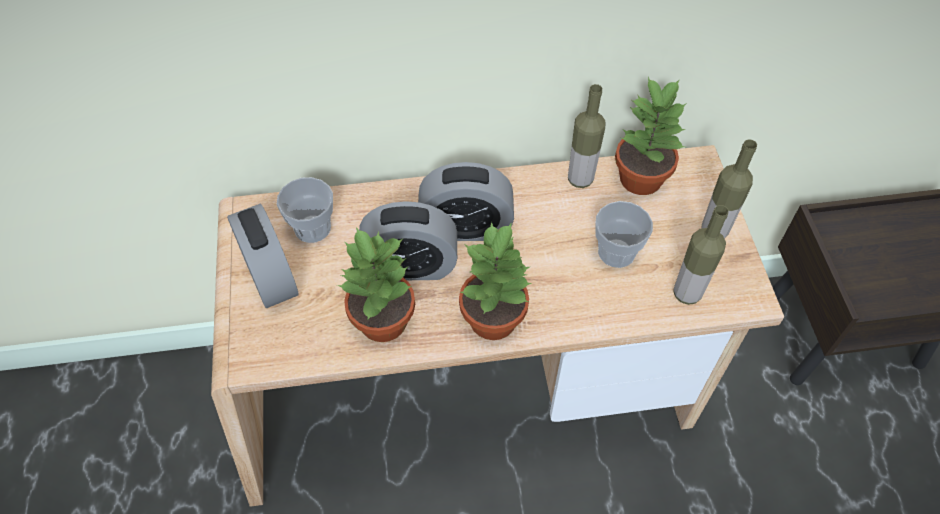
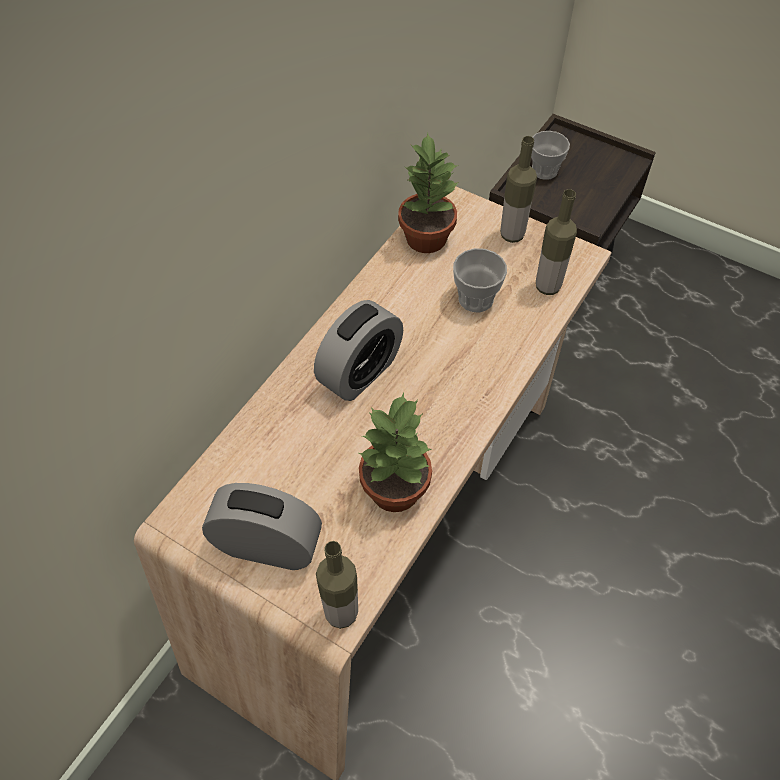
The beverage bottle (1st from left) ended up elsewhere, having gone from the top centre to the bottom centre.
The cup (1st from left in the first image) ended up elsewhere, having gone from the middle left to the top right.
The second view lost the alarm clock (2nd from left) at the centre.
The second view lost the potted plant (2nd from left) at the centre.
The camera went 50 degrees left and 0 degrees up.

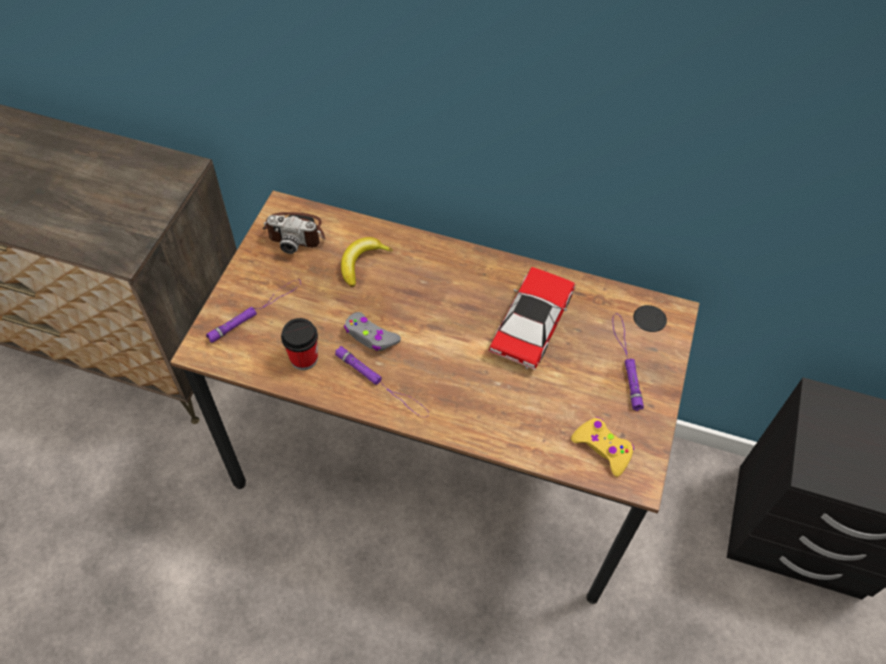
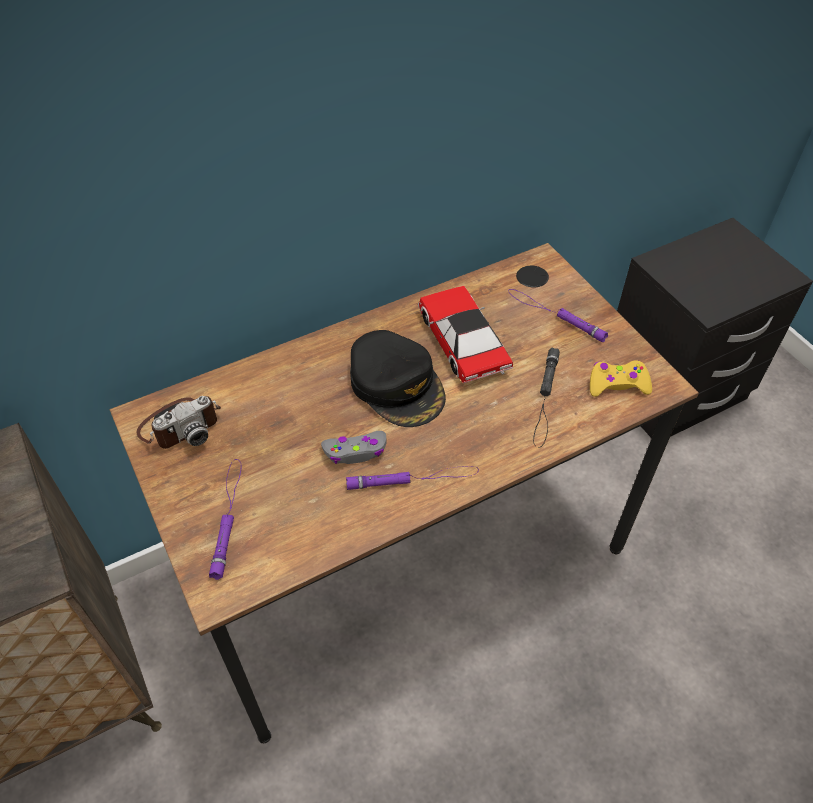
The second view lost the whole banana at the centre.
The second view lost the cup at the centre.
The second view gained the peaked cap (blackish) at the centre.
The second view gained the torch (blackish) at the middle right.
The camera went 45 degrees left and 5 degrees down.

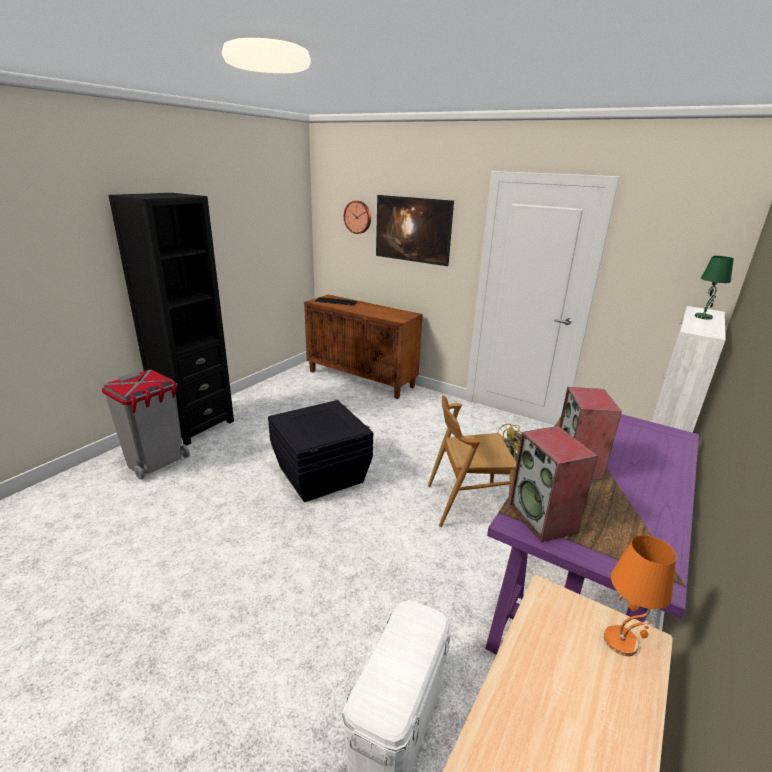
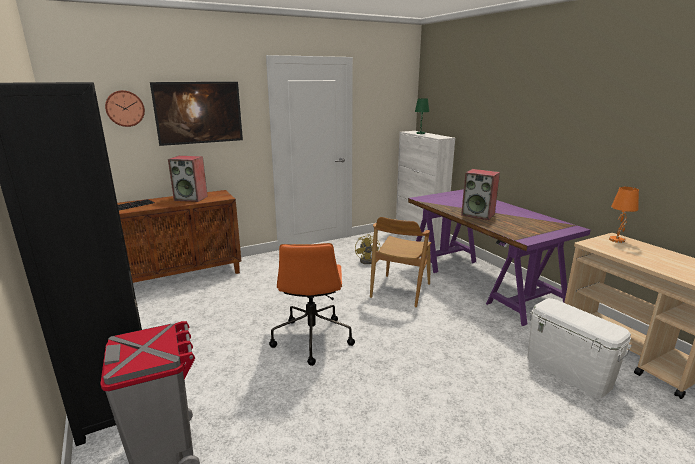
Where the storage bin (blackish) stood at the centre, the desk chair (orange) came to stand at the centre.
The speaker (1st from left) ended up elsewhere, having gone from the middle right to the middle left.
The camera went 60 degrees left and 5 degrees down.

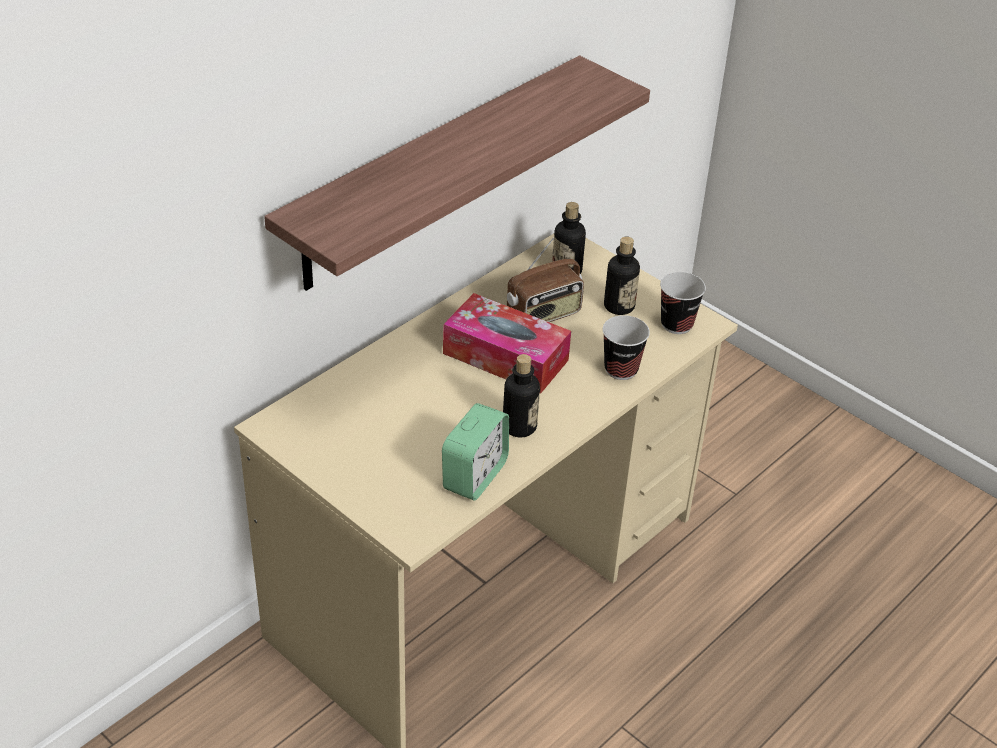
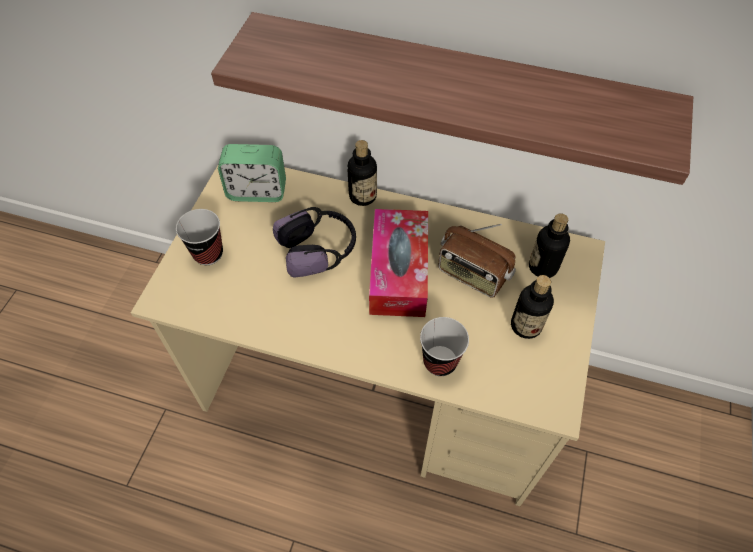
The cup (2nd from left in the first image) ended up elsewhere, having gone from the middle right to the middle left.
The beverage bottle (1st from left) ended up elsewhere, having gone from the centre to the top centre.
The alarm clock ended up elsewhere, having gone from the centre to the top centre.
The second view gained the headset at the centre.
The camera went 65 degrees right and 15 degrees up.

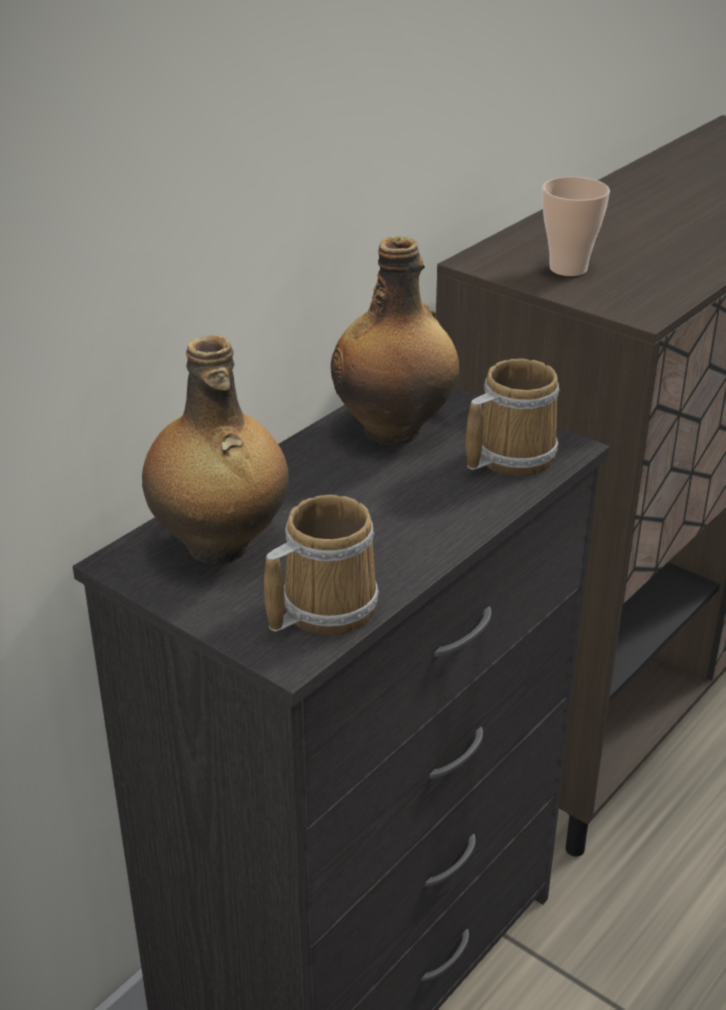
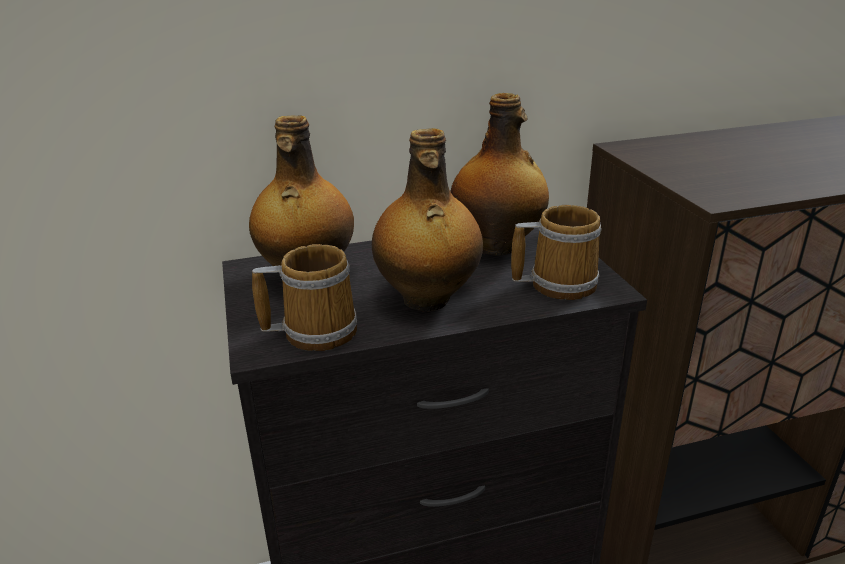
The second view lost the cup at the top right.
The second view gained the beverage bottle (2nd from left) at the centre.
The camera went 35 degrees right and 5 degrees down.

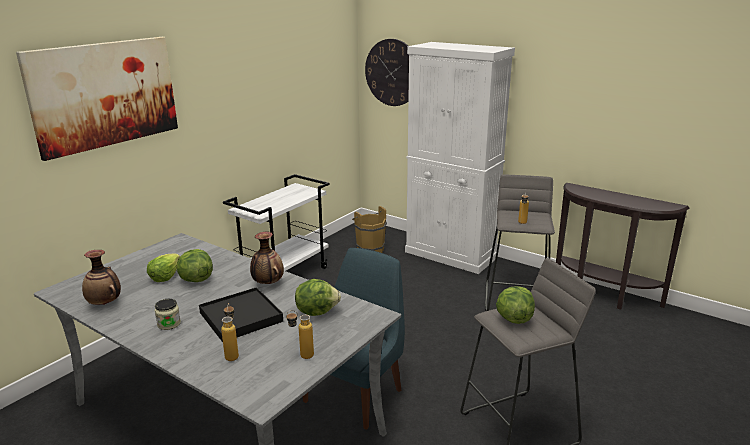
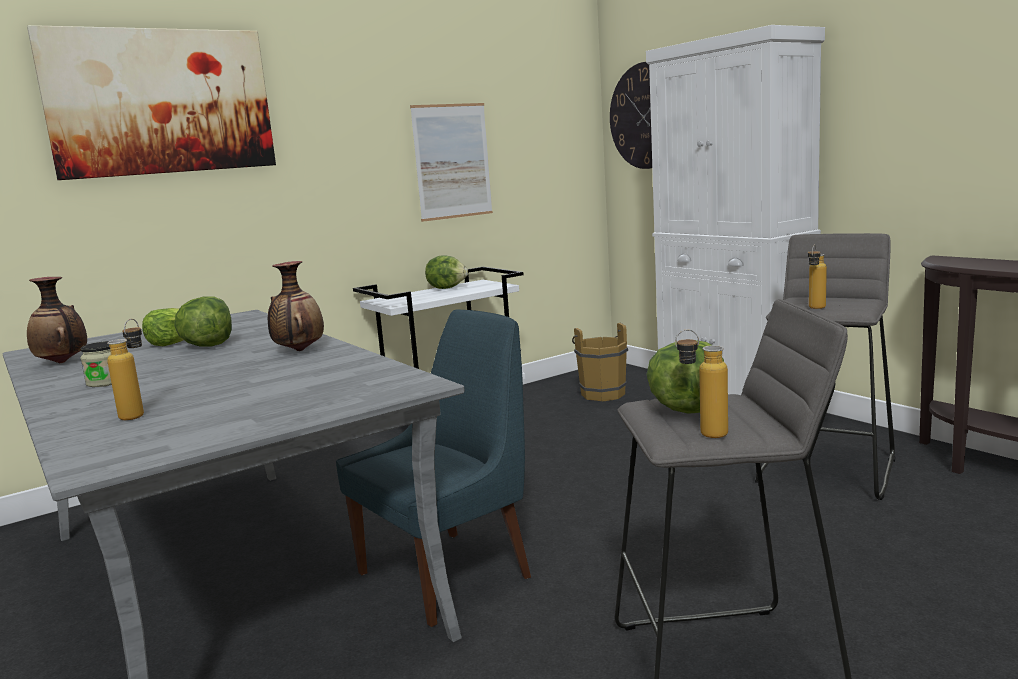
The lettuce head (3rd from left) ended up elsewhere, having gone from the bottom centre to the centre.
The second view lost the serving tray (blackish) at the bottom left.
The beverage bottle (2nd from left) ended up elsewhere, having gone from the bottom centre to the middle right.
The second view gained the wall art (2nd from left) at the top centre.
The camera went 20 degrees right and 10 degrees down.

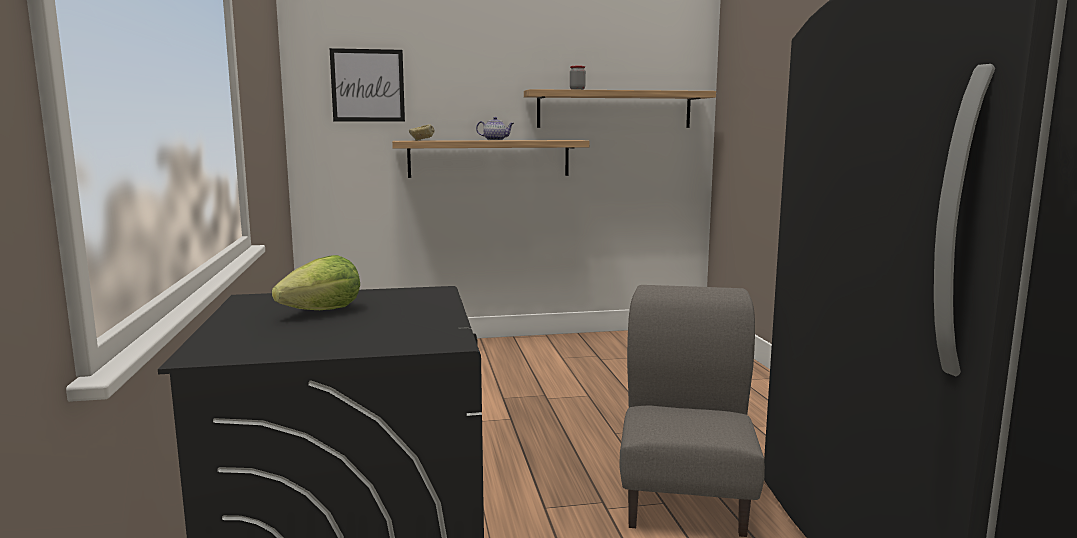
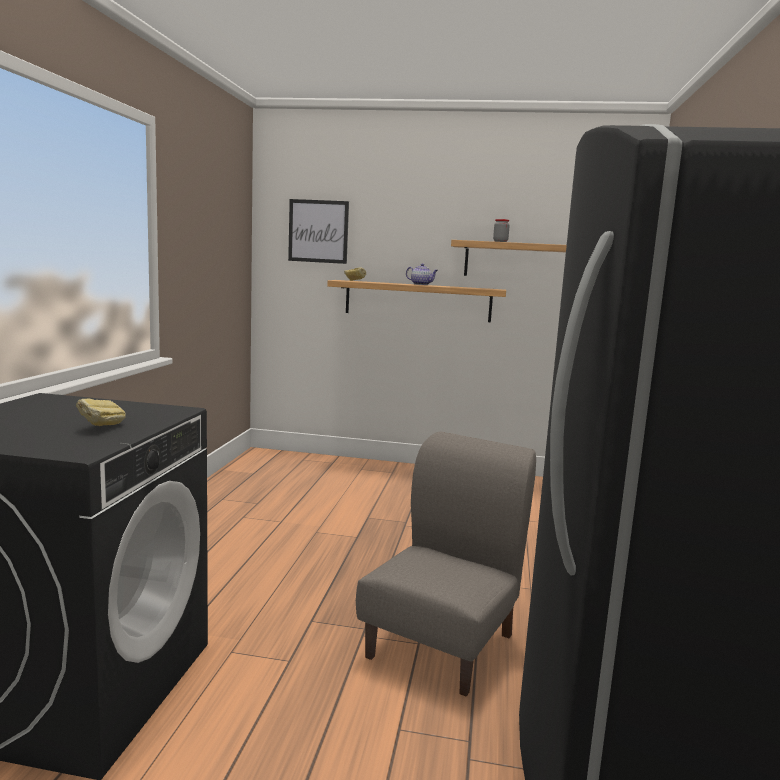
The second view lost the lettuce head at the middle left.
The second view gained the bread (1st from left) at the middle left.
The camera went 20 degrees right and 0 degrees up.

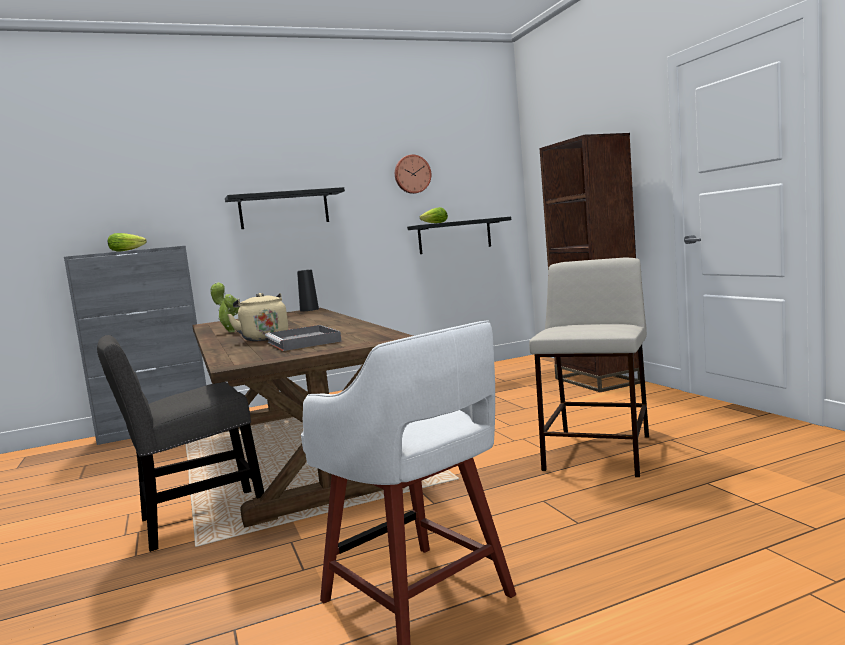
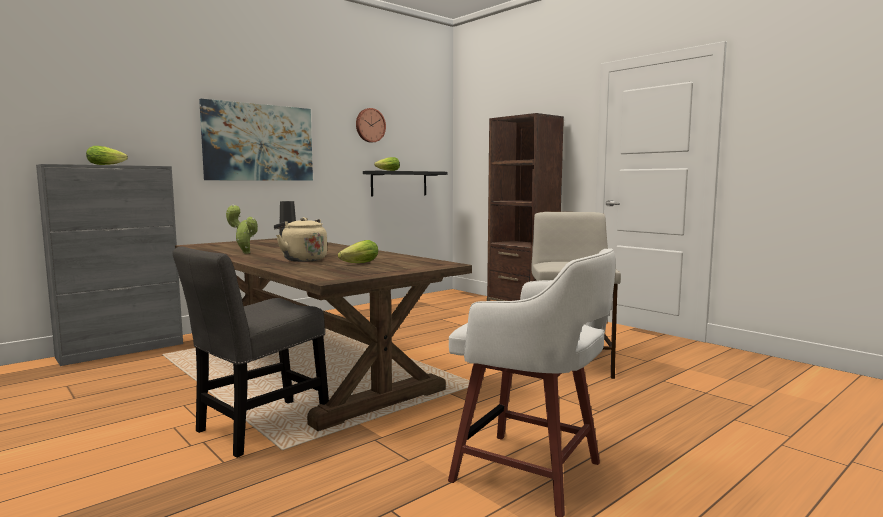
Where the shelf (blackish) (1st from left) hung at the top centre, the wall art came to hang at the top left.
Where the serving tray (grey) stood at the centre, the lettuce head (2nd from left) came to stand at the centre.
The camera went 20 degrees left and 0 degrees up.

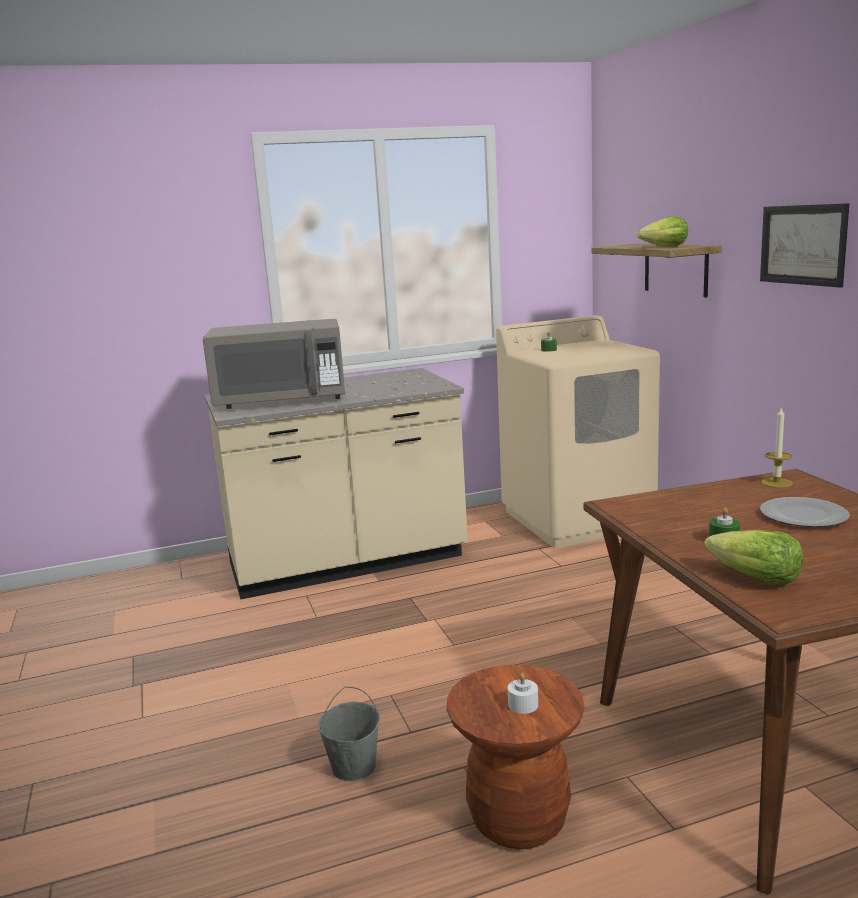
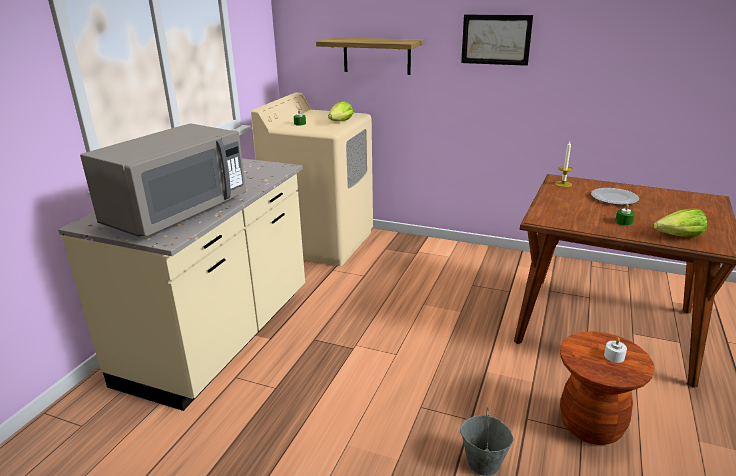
The lettuce head (1st from left) ended up elsewhere, having gone from the top right to the top centre.
The camera went 50 degrees left and 10 degrees up.

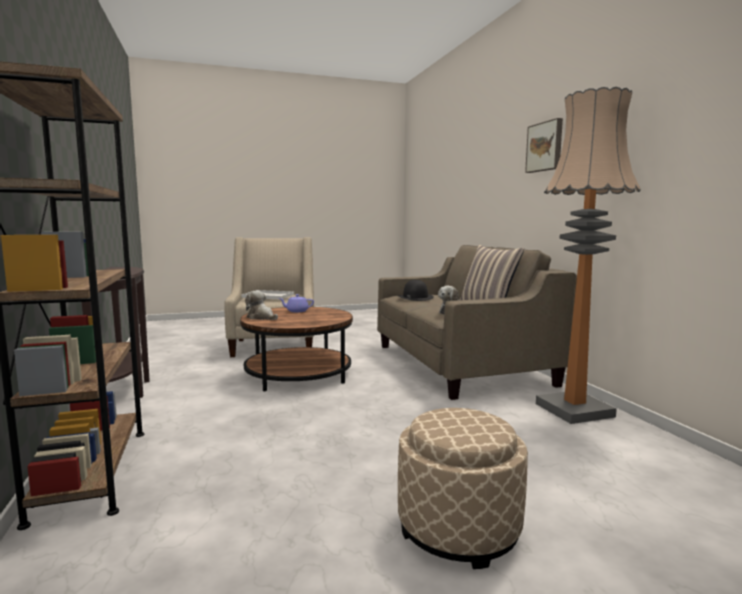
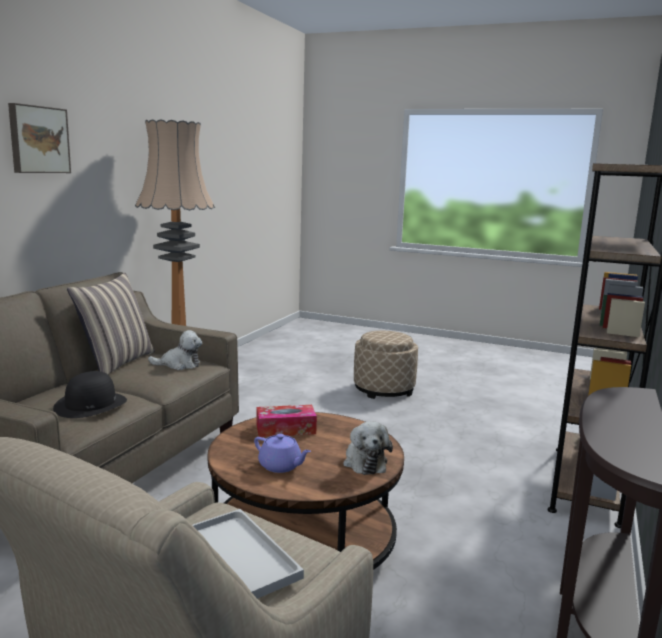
The second view gained the tissue holder at the centre.
The camera went 140 degrees left and 5 degrees up.

